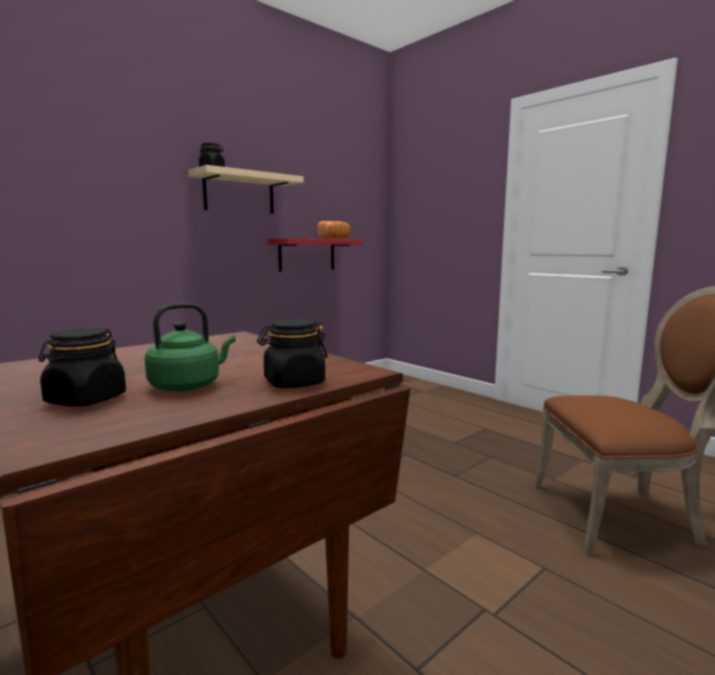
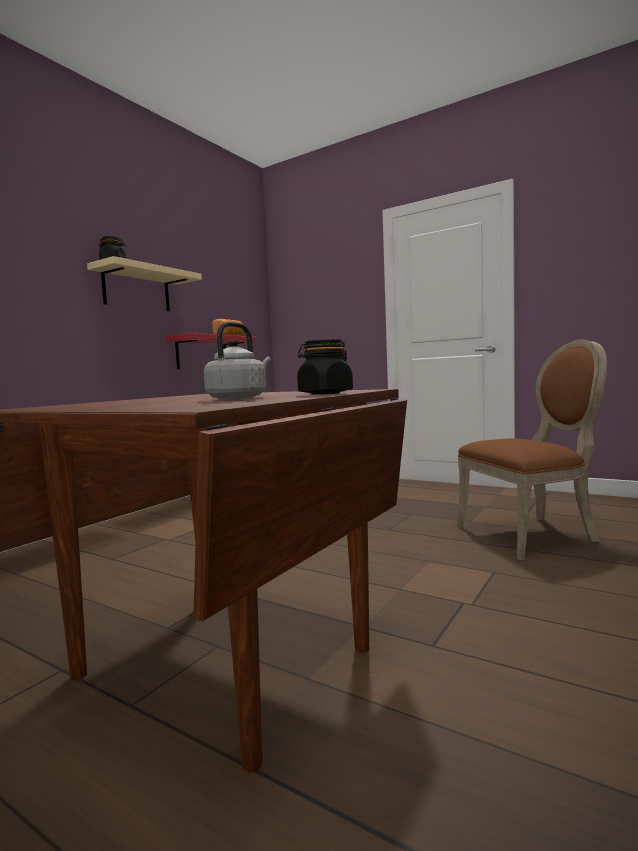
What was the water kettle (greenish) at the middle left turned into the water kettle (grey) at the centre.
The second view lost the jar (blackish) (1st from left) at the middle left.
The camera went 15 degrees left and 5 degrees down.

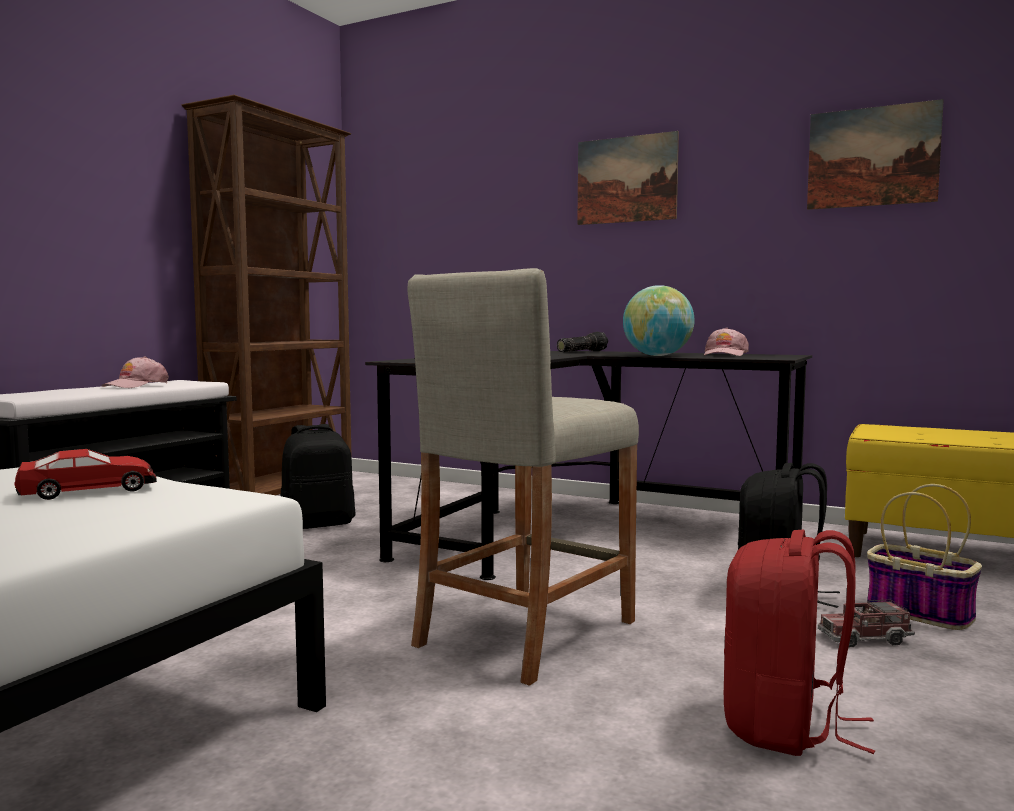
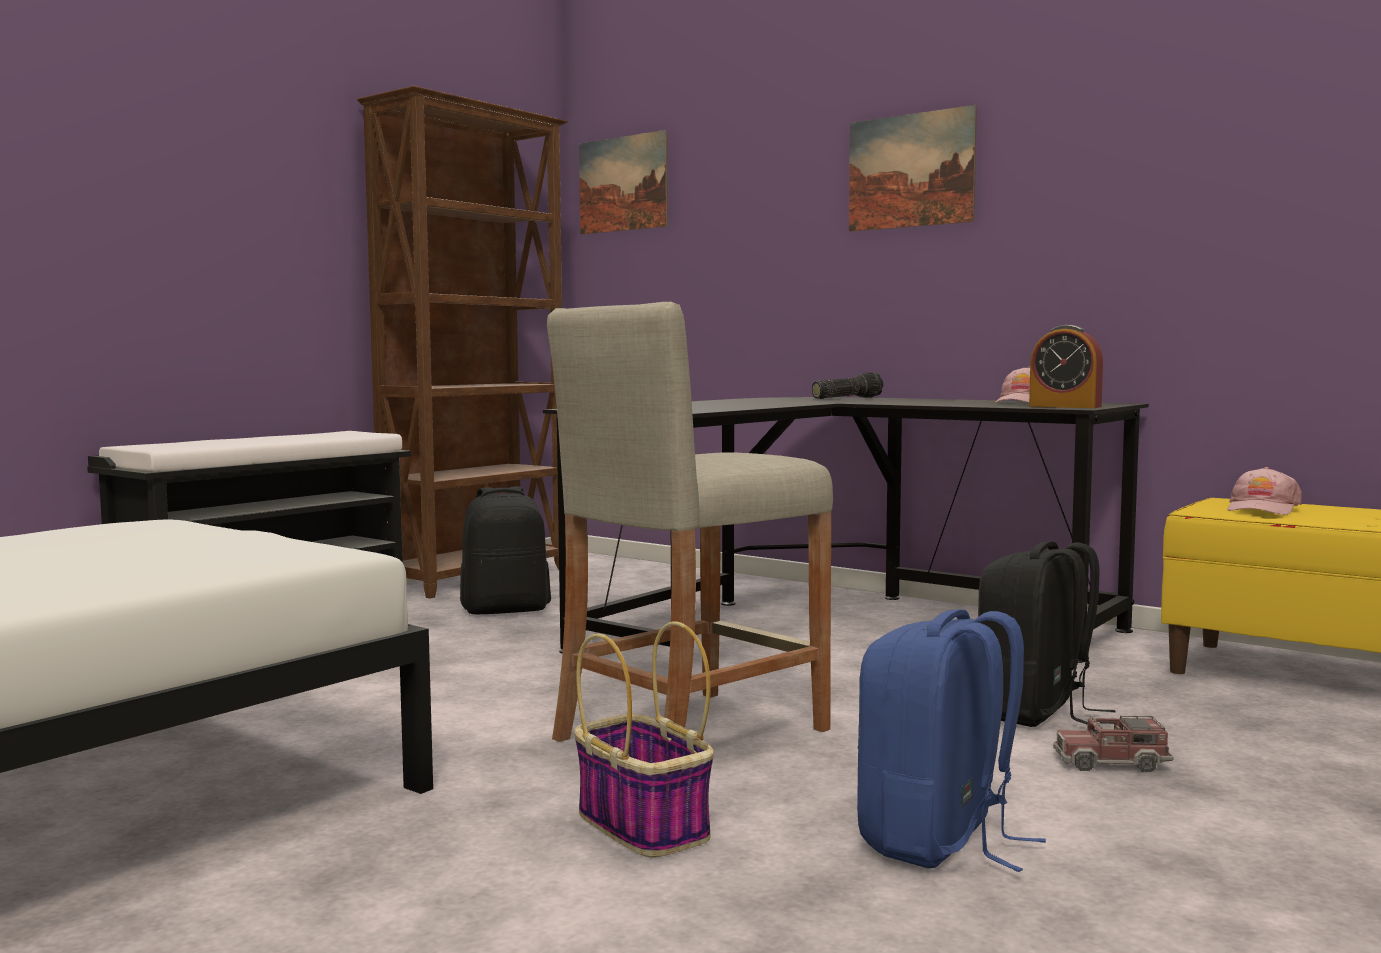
The wall art (2nd from left in the first image) ended up elsewhere, having gone from the top right to the top centre.
The second view lost the world globe at the centre.
The peaked cap (pink-coloured) (1st from left in the first image) ended up elsewhere, having gone from the middle left to the middle right.
The second view lost the model car at the middle left.
The storage basket ended up elsewhere, having gone from the bottom right to the bottom centre.
What was the backpack (reddish) at the bottom right turned into the backpack (bluish) at the bottom right.
The second view gained the alarm clock at the middle right.
The camera went 10 degrees right and 0 degrees up.

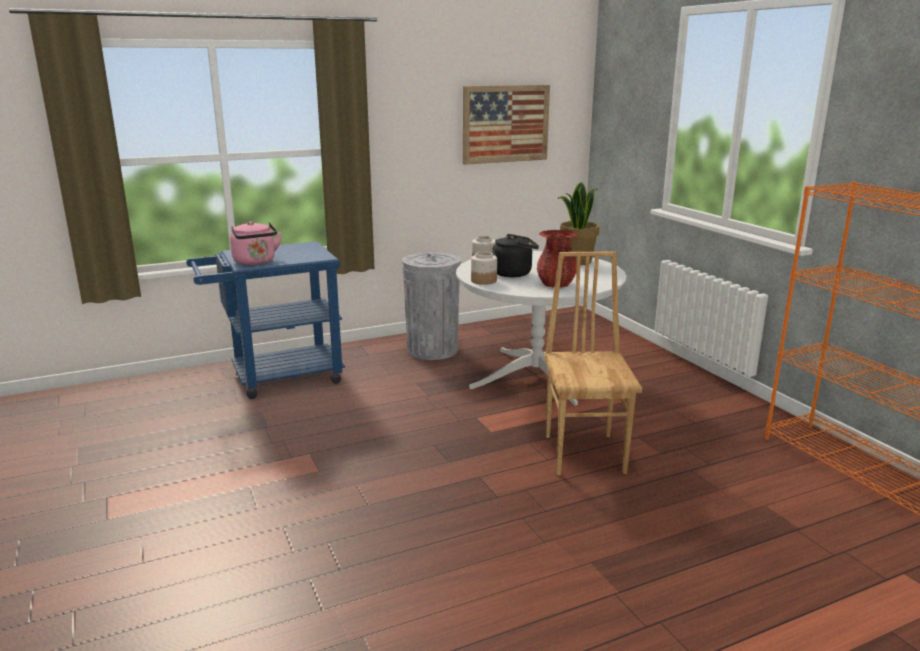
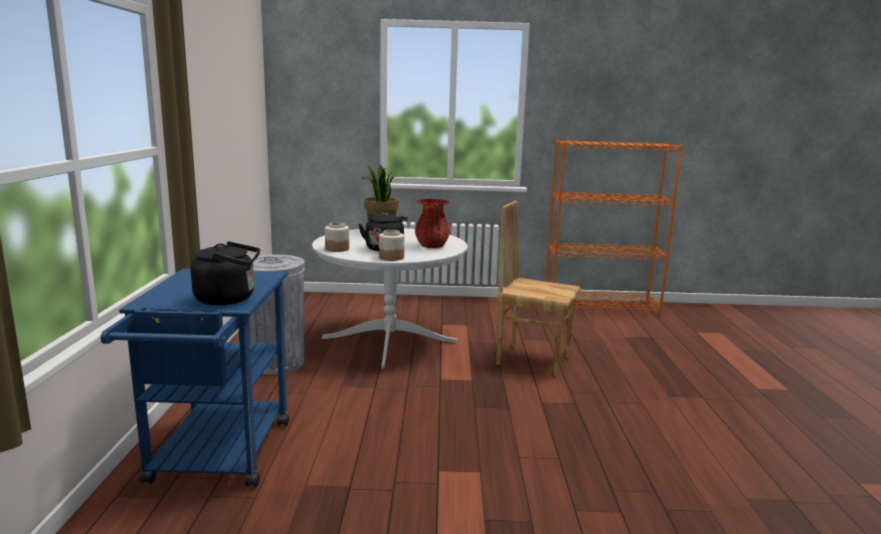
The second view lost the wall art at the top centre.
What was the water kettle (pink-coloured) at the middle left turned into the water kettle (blackish) (1st from left) at the middle left.
The camera went 65 degrees left and 5 degrees down.

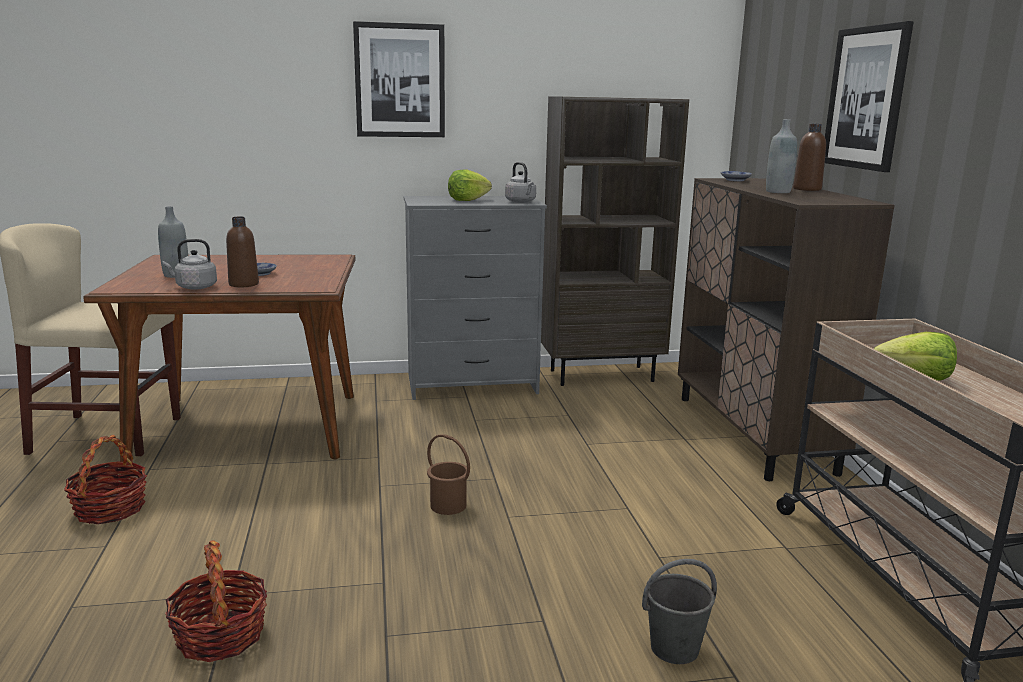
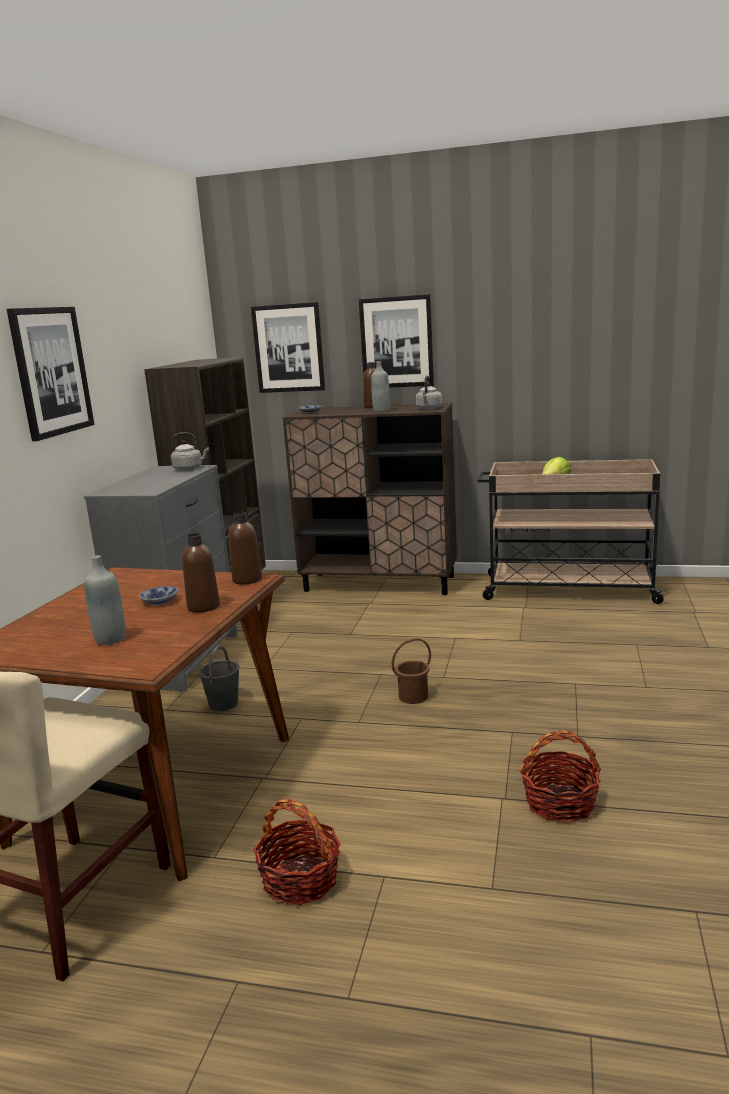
The second view lost the lettuce head (1st from left) at the top centre.
The water kettle (grey) (1st from left in the first image) ended up elsewhere, having gone from the middle left to the centre.
The water bucket (grey) ended up elsewhere, having gone from the bottom centre to the middle left.
The second view gained the wall art (2nd from left) at the top centre.
The second view gained the beverage bottle (brown) (2nd from left) at the centre.
The camera went 65 degrees left and 0 degrees up.

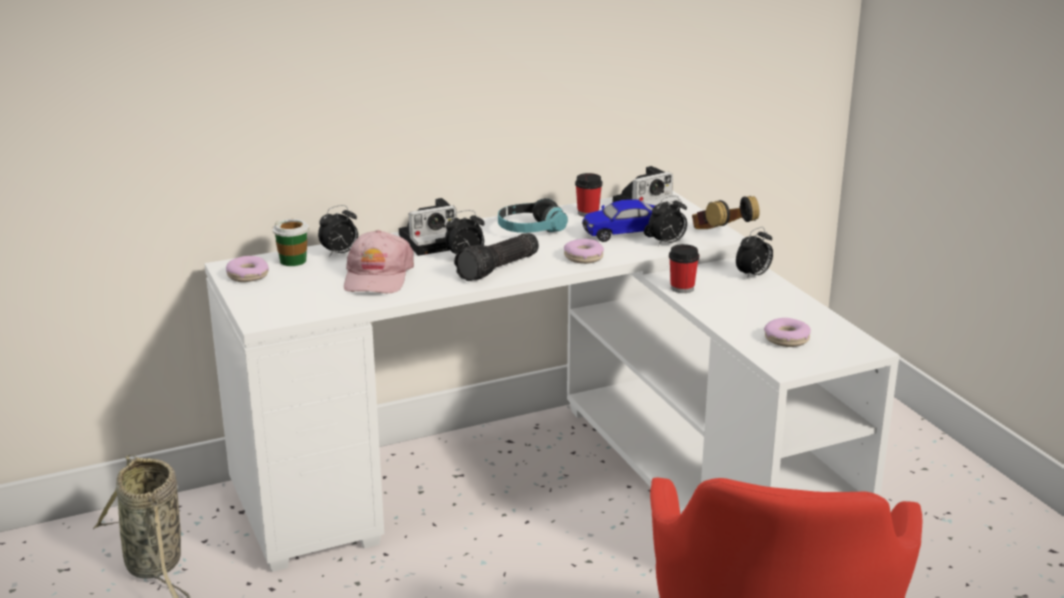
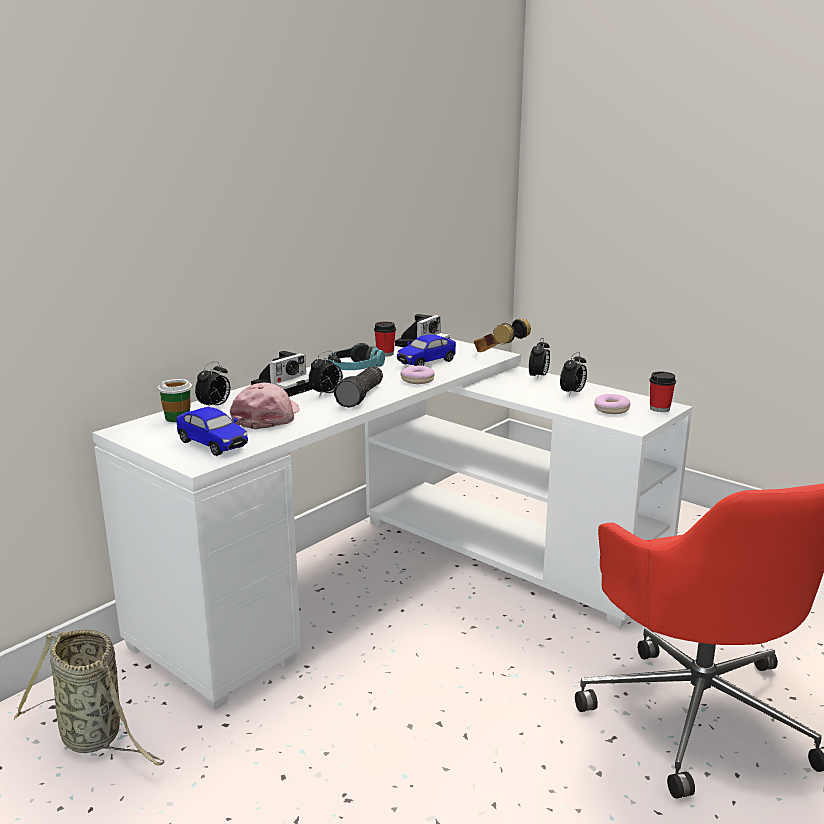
The alarm clock (3rd from left in the first image) ended up elsewhere, having gone from the centre to the middle right.
The peaked cap (pink-coloured) at the centre ended up facing another way, 150 degrees counterclockwise from before.
The cup (3rd from left) ended up elsewhere, having gone from the centre to the middle right.
The second view lost the doughnut (1st from left) at the middle left.
The second view gained the model car (1st from left) at the middle left.
The camera went 25 degrees left and 5 degrees down.

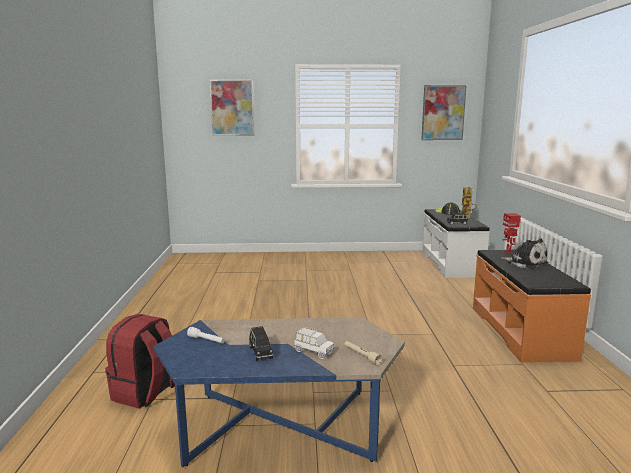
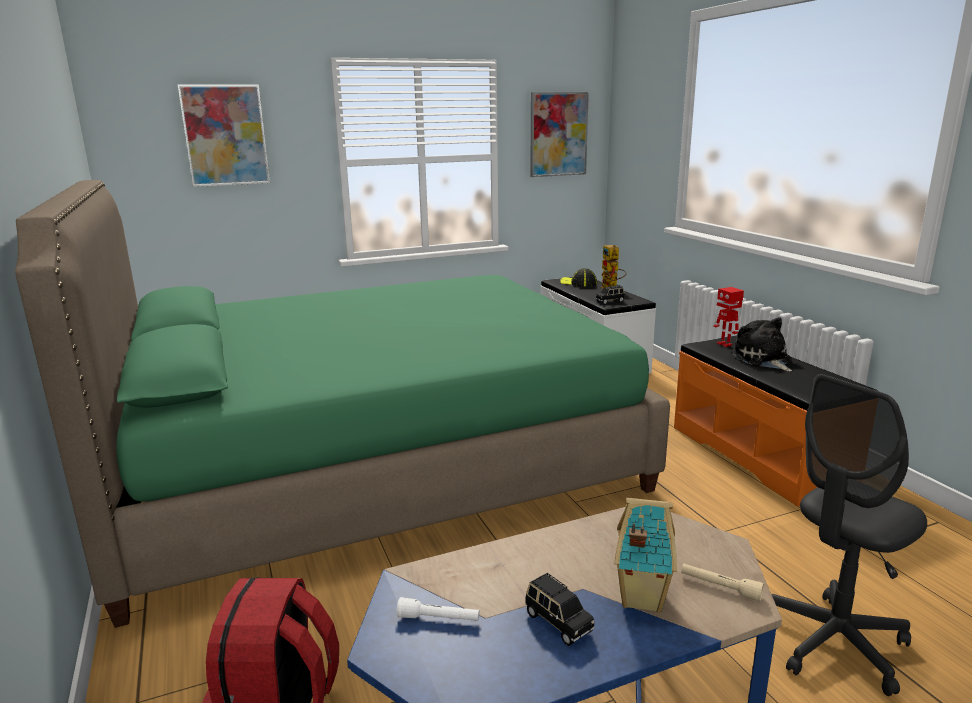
The plush toy at the middle right ended up facing another way, 135 degrees counterclockwise from before.
Where the model car (whitish) stood at the bottom centre, the miniature house came to stand at the bottom centre.
The second view gained the bed (greenish) at the centre.
The second view gained the desk chair (grey) at the bottom right.
The camera went 20 degrees left and 5 degrees up.

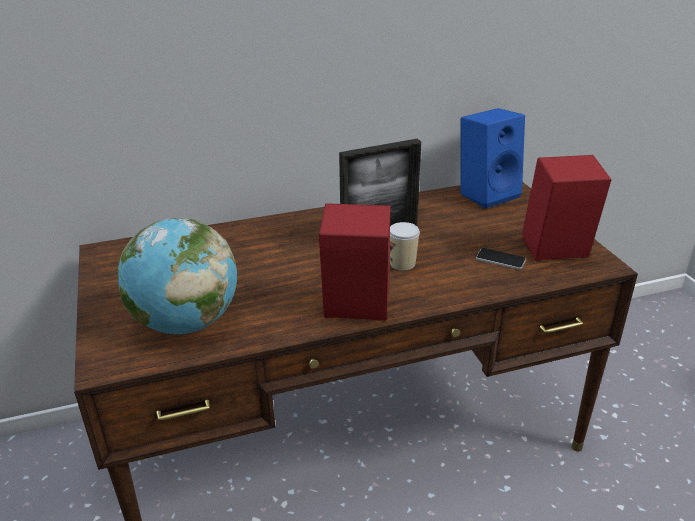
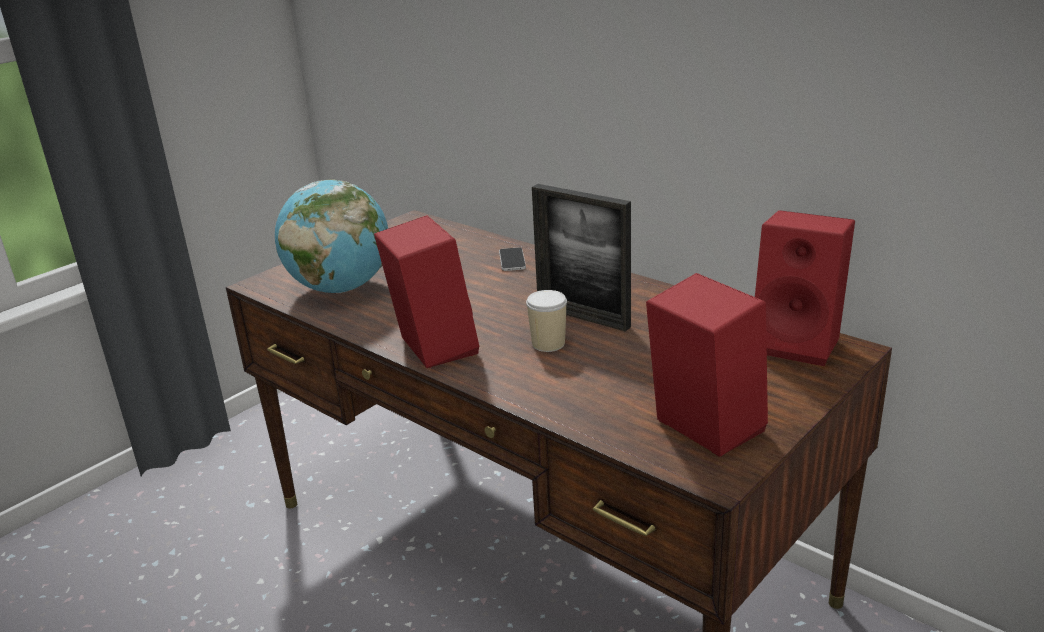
What was the speaker (bluish) at the top right turned into the speaker (reddish) (3rd from left) at the middle right.
The telephone ended up elsewhere, having gone from the middle right to the centre.
The camera went 60 degrees right and 5 degrees down.

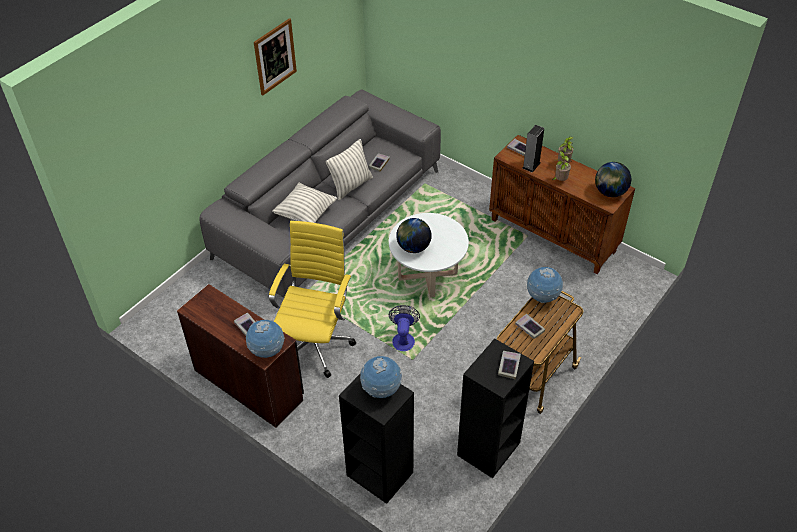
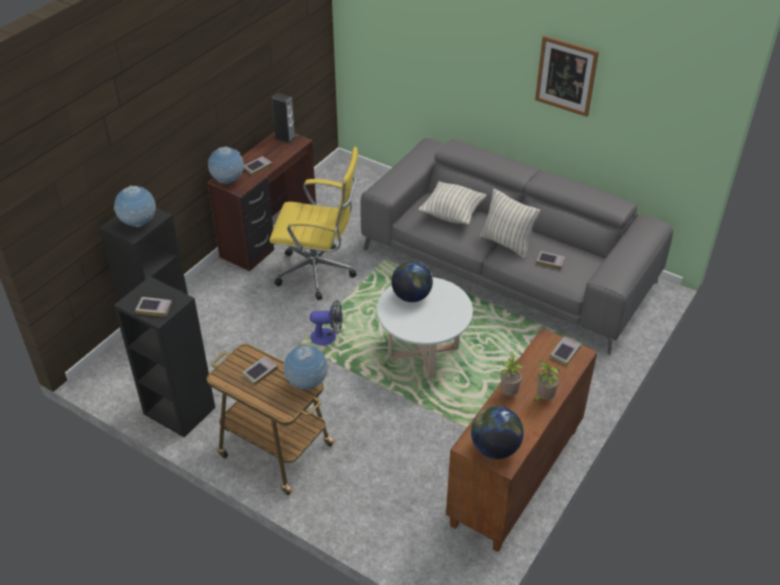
The speaker ended up elsewhere, having gone from the top right to the top centre.
The camera went 85 degrees right and 5 degrees down.

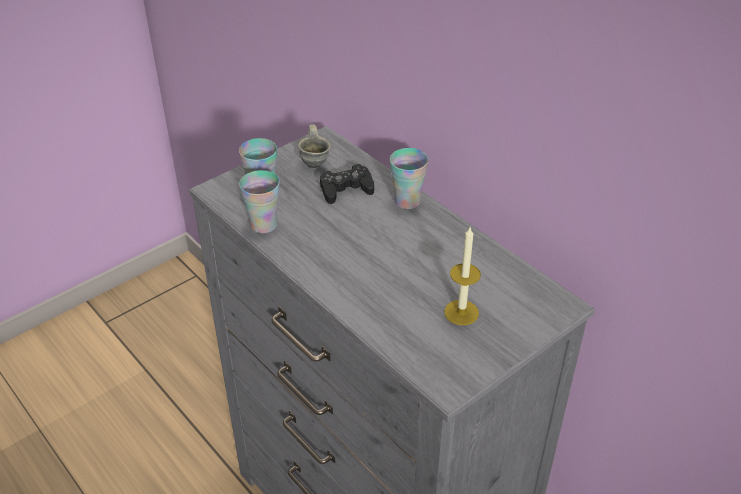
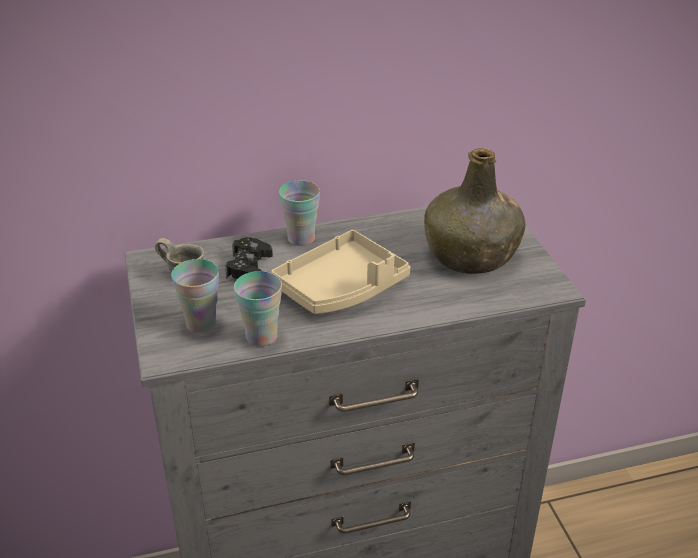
Where the wax light stood at the centre, the beverage bottle (greenish) came to stand at the middle right.
The second view gained the serving tray (beige-coloured) at the centre.
The camera went 65 degrees left and 5 degrees down.

